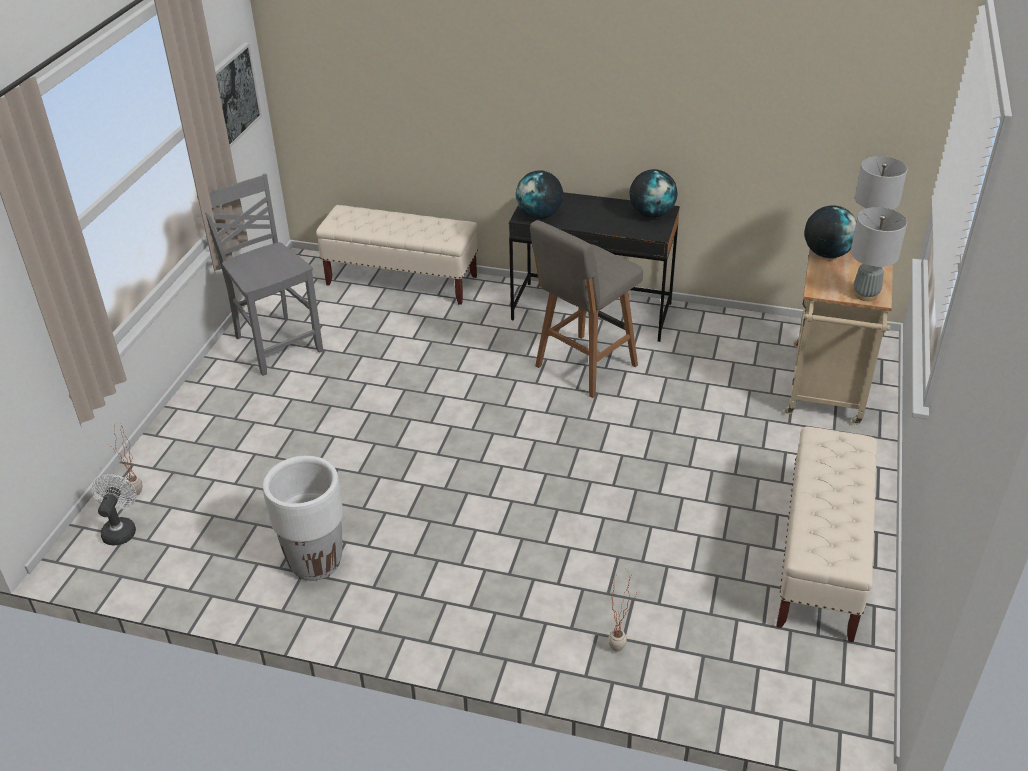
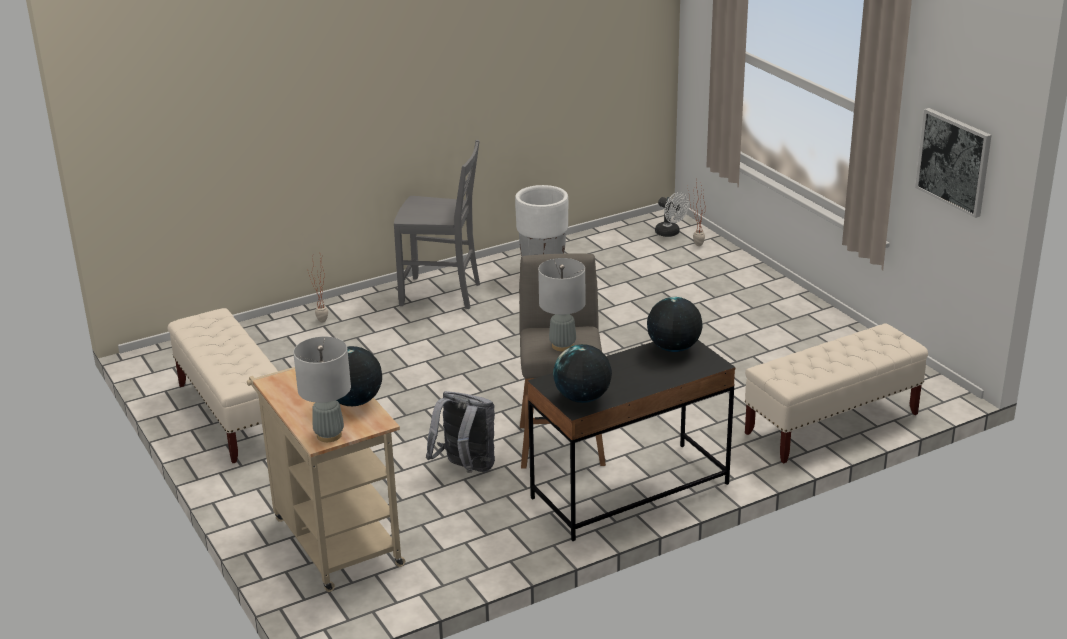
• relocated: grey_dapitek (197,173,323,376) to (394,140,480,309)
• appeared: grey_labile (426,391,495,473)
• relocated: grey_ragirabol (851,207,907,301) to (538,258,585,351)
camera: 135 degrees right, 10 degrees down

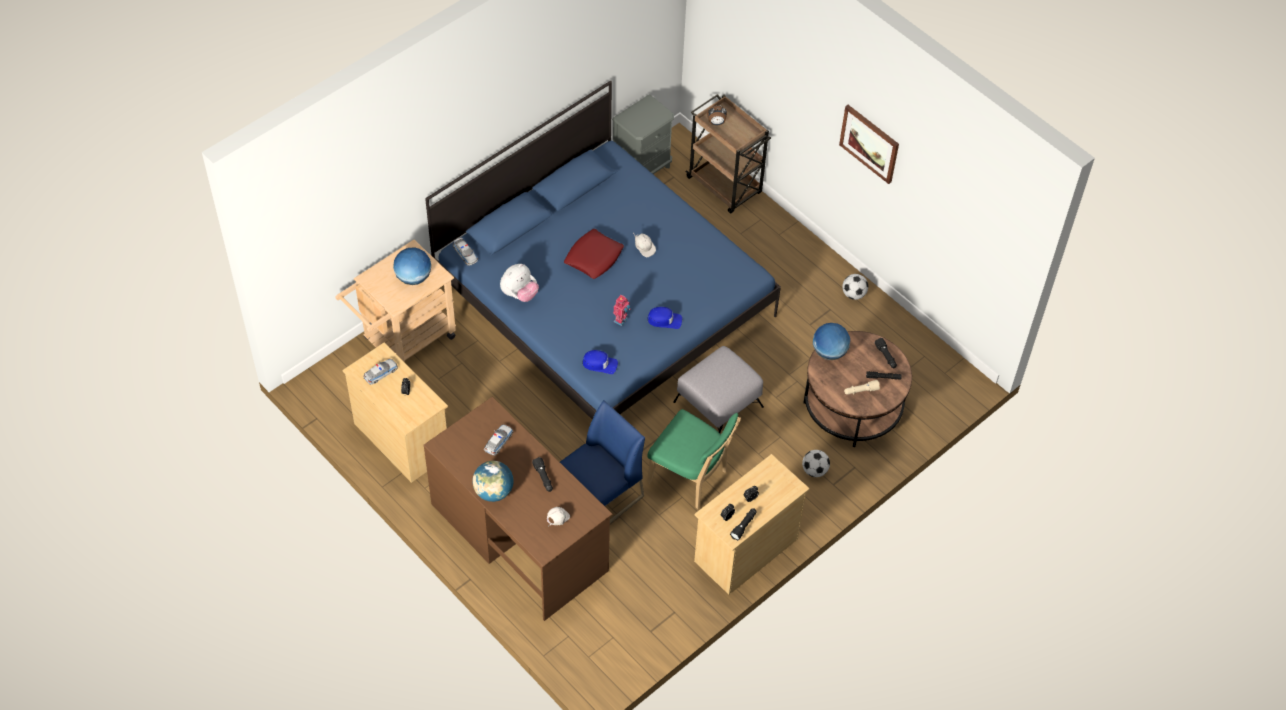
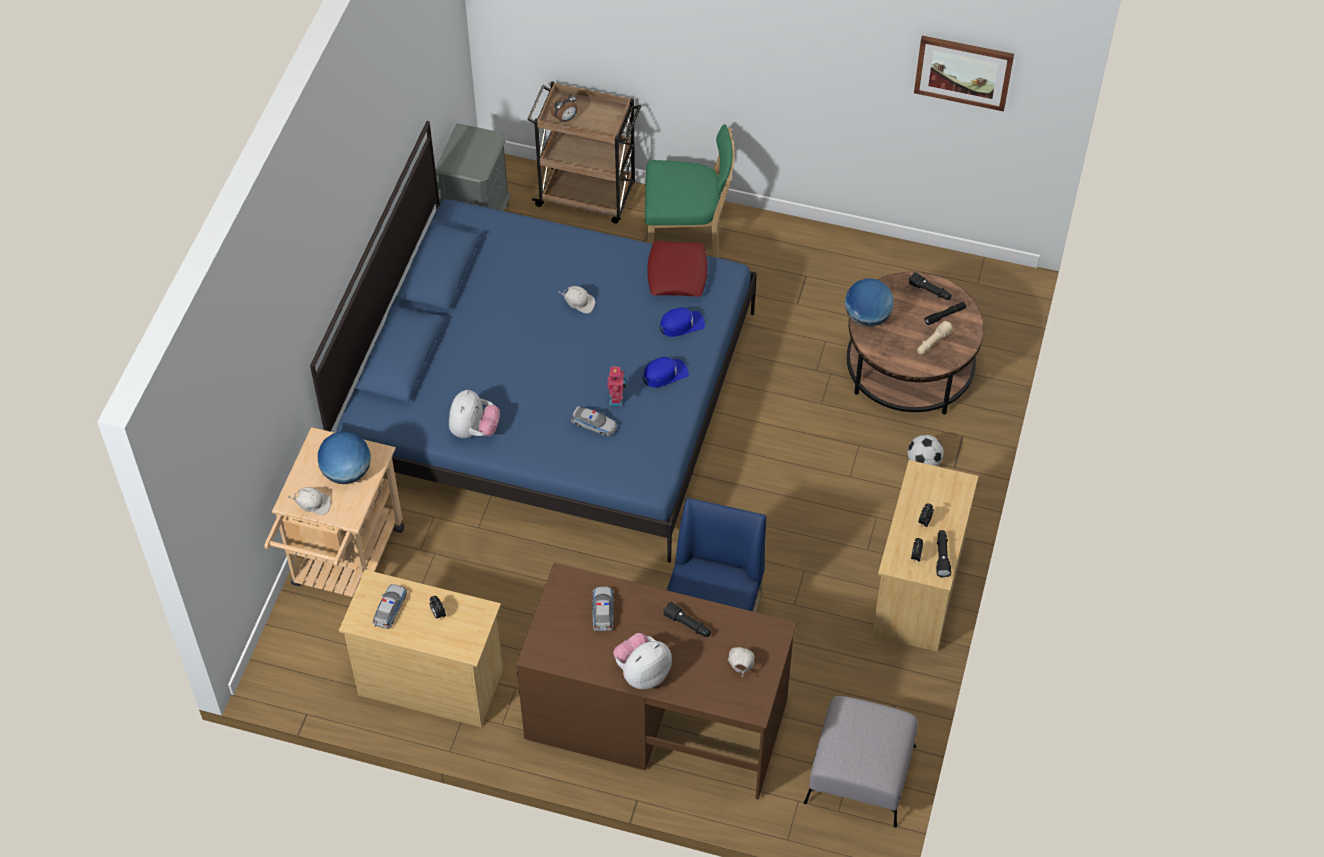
• appeared: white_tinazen (288,487,331,515)
• relocated: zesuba (453,238,478,266) to (571,406,617,436)
• exchanged: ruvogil (472,461,514,502) to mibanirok (613,633,672,689)
• relocated: green_dapitek (647,409,741,509) to (645,124,735,258)
• relocated: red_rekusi (564,229,624,279) to (648,240,708,297)
• relocated: blue_tinazen (582,350,618,374) to (660,307,705,337)
• relocated: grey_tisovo (673,346,764,433) to (804,696,918,828)
• relocated: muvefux (839,105,899,184) to (914,36,1014,112)
• missing: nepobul (842,274,868,300)
camera: 30 degrees left, 0 degrees up

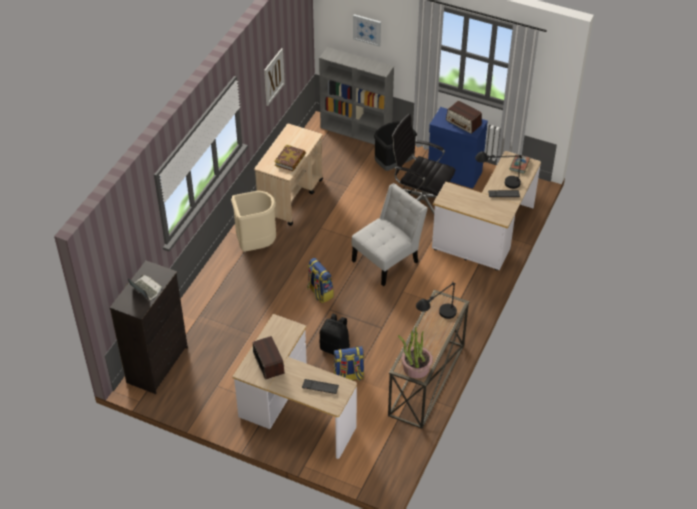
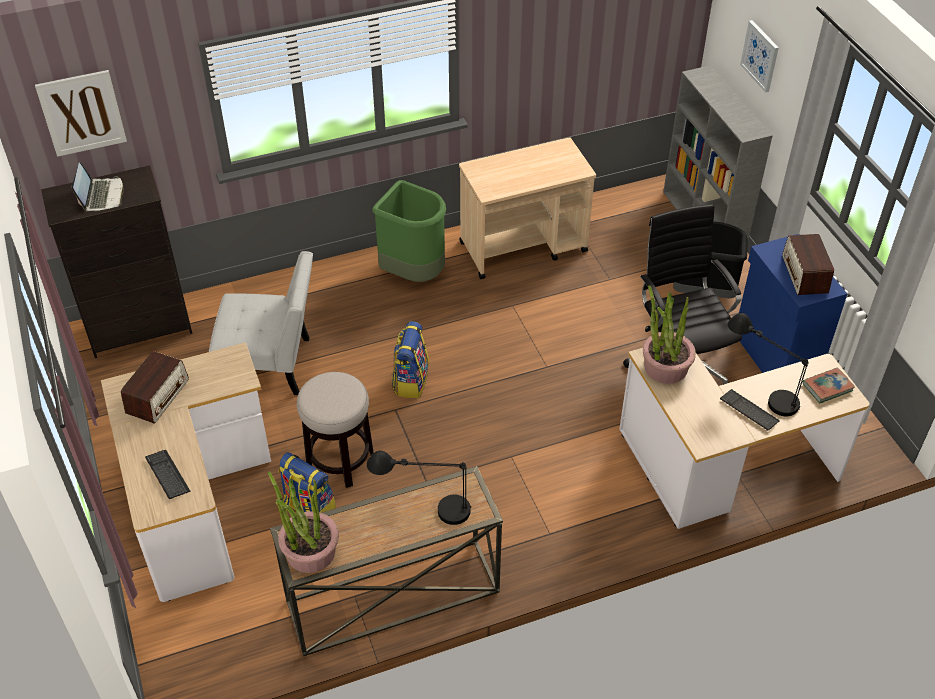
• relocated: muvefux (264,48,285,106) to (35,70,127,157)
• relocated: white_dapitek (352,183,428,286) to (209,251,313,395)
• exchanged: black_labile (319,313,350,355) to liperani (297,372,374,488)
• colour: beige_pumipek (231,191,276,252) to green_pumipek (372,180,446,282)
• appeared: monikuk (643,285,696,384)
• missing: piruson (274,145,306,171)
camera: 45 degrees right, 0 degrees up

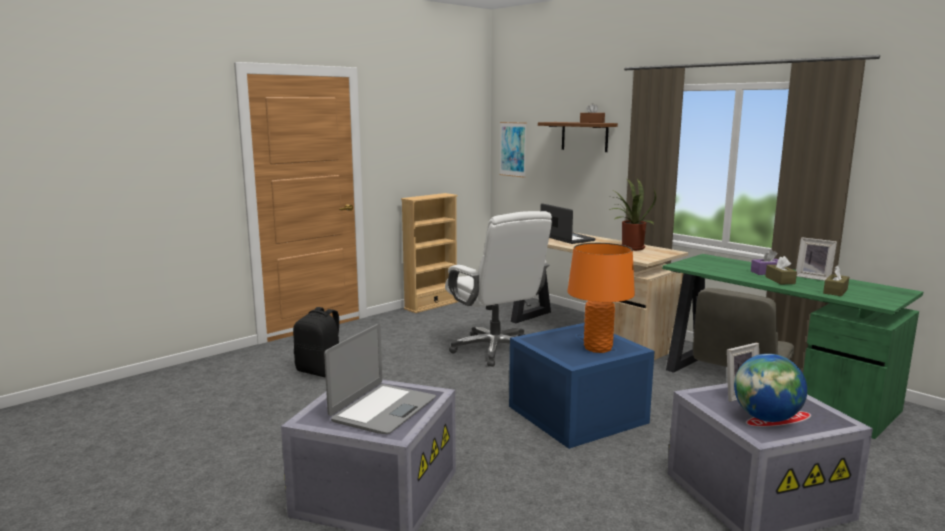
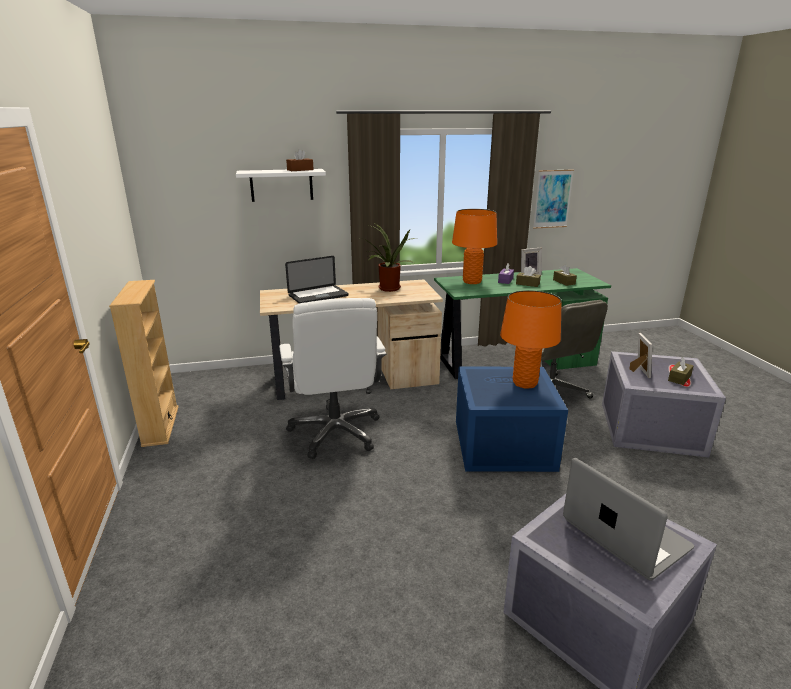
• colour: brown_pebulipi (538,122,618,152) to white_pebulipi (236,169,326,202)
• spun: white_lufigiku (445,211,552,367) = (279,298,386,459) 75 degrees clockwise
• spun: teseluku (540,203,595,244) = (285,256,349,303) 150 degrees clockwise
• appeared: orange_ragirabol (452,209,497,284)
• relocated: muvefux (500,122,527,178) to (533,169,574,229)
• exchanged: ruvogil (734,354,807,422) to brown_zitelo (668,357,694,385)
• missing: black_labile (293,307,339,377)
camera: 60 degrees left, 10 degrees up

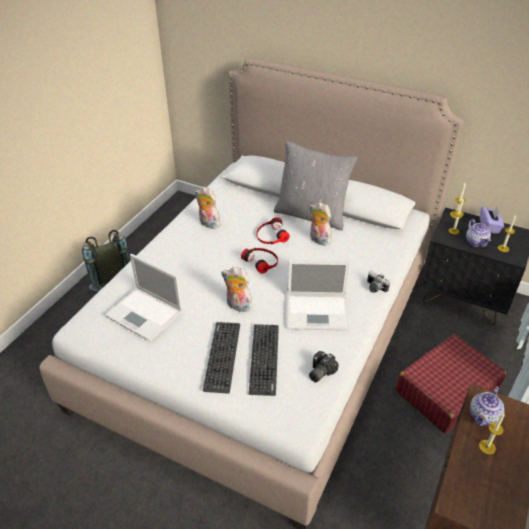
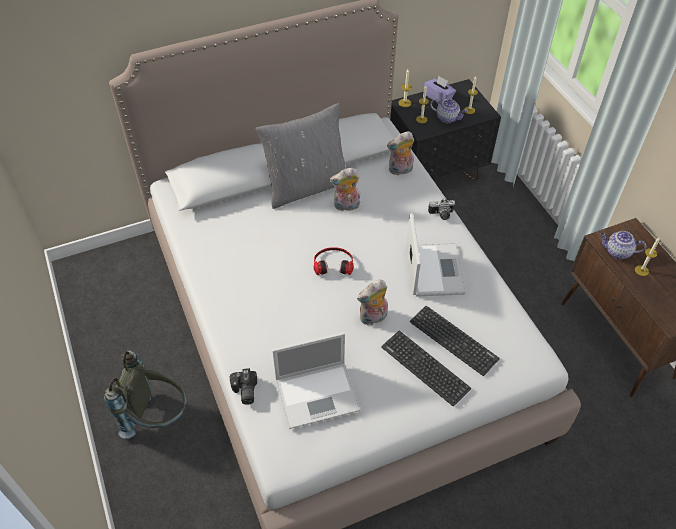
• relocated: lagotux (309,351,339,382) to (230,368,257,405)
• relocated: mibanirok (195,187,220,229) to (387,131,414,175)
• spun: teseluku (287,260,350,331) = (406,213,466,297) 45 degrees counterclockwise
• spun: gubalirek (470,386,504,426) = (600,231,646,259) 120 degrees clockwise
• missing: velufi (256,217,290,244)
• missing: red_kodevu (396,334,506,433)
camera: 50 degrees left, 10 degrees up

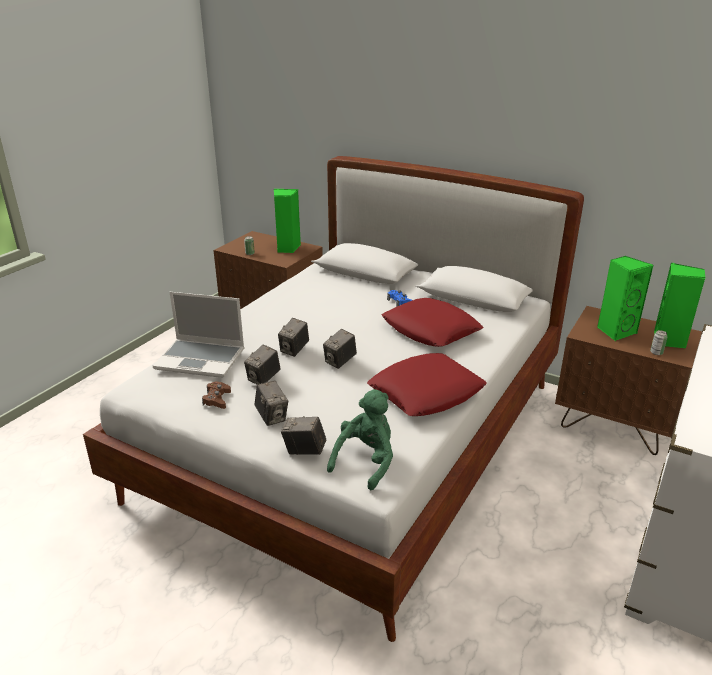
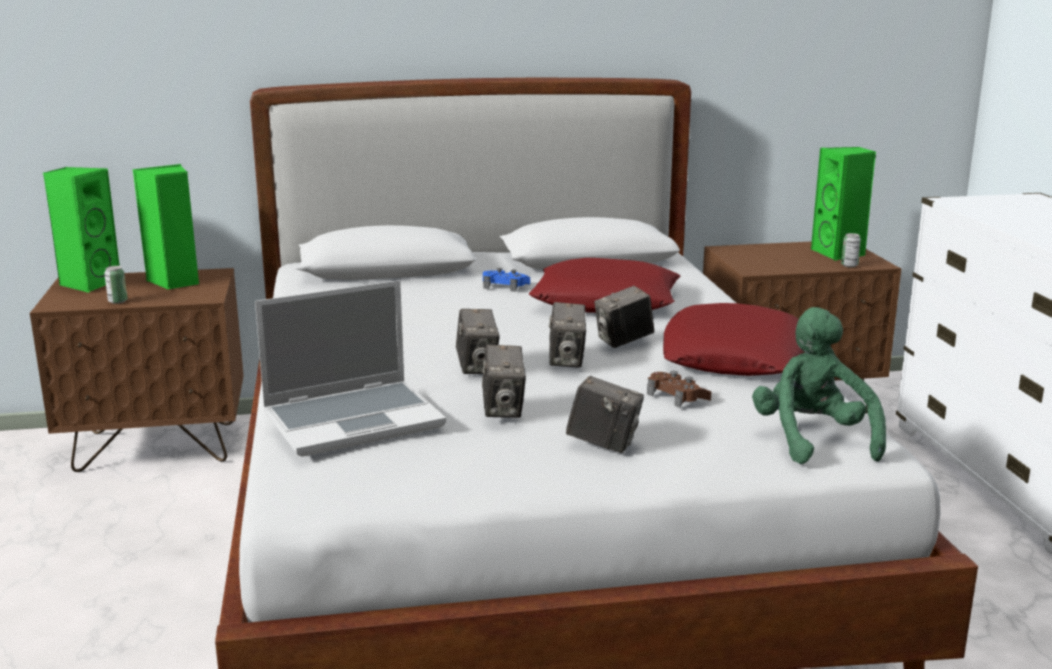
• relocated: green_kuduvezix (597,256,653,341) to (43,167,120,293)
• relocated: lagotux (281,416,326,455) to (594,285,654,348)
• relocated: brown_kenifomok (202,382,231,409) to (647,371,711,408)
camera: 40 degrees left, 10 degrees down

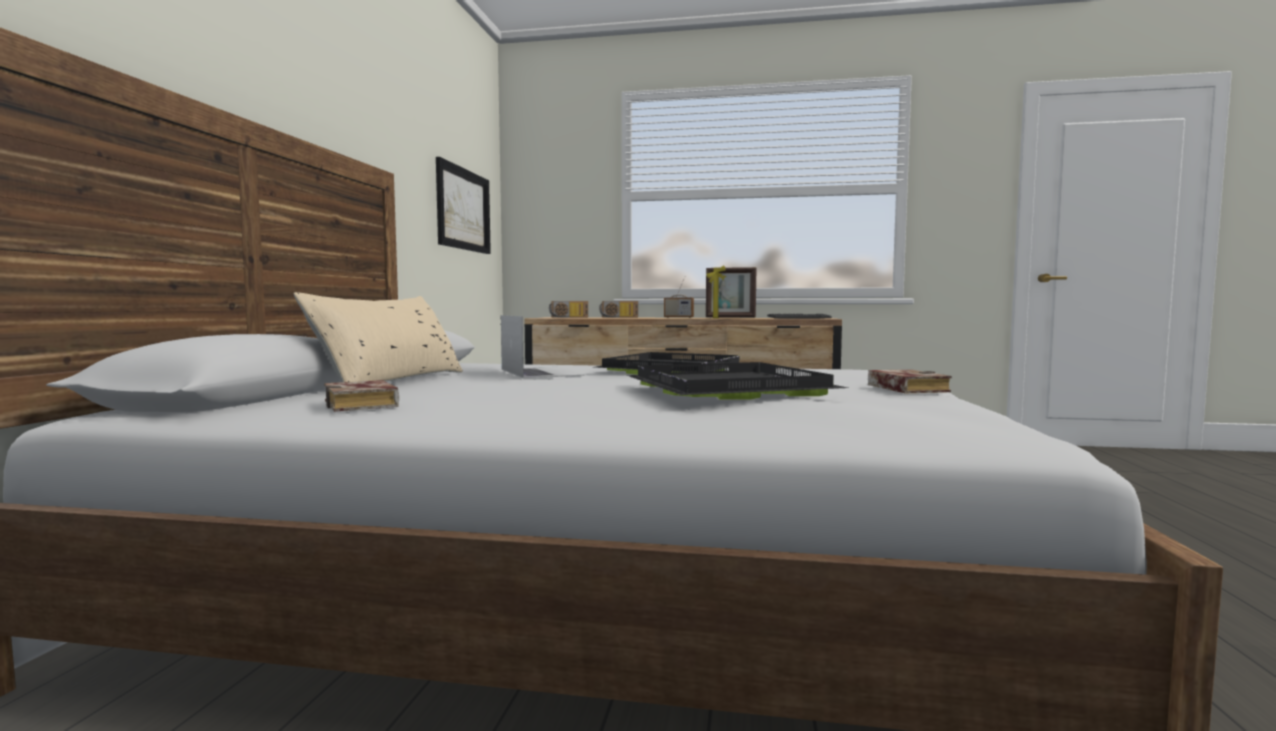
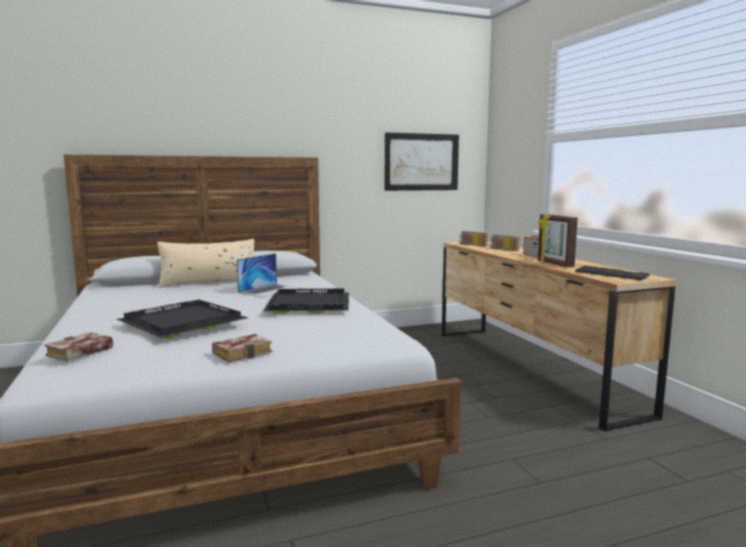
• relocated: piruson (324,380,399,412) to (44,332,113,362)
camera: 60 degrees right, 5 degrees up

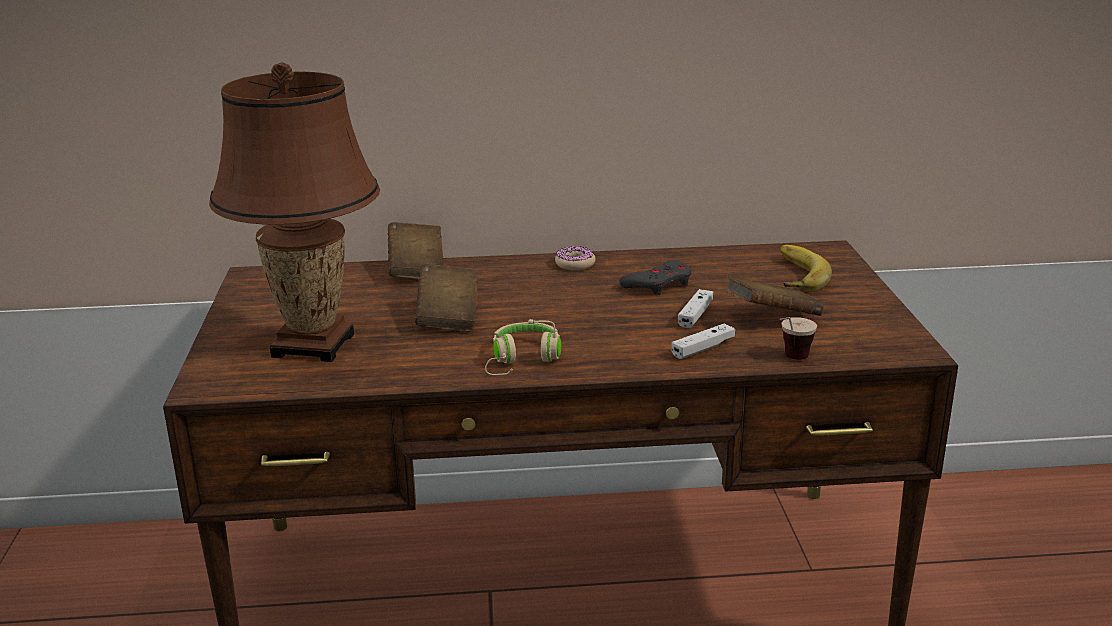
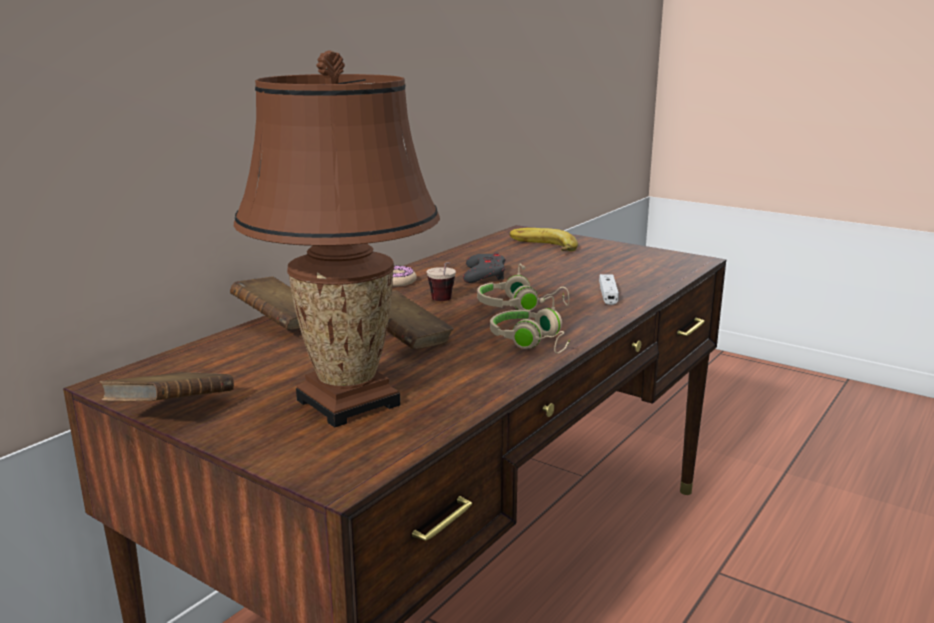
• relocated: brown_piruson (726,277,824,316) to (100,372,234,401)
• relocated: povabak (780,317,817,360) to (427,262,456,301)
• appeared: beige_velufi (477,264,569,311)
• missing: white_kenifomok (678,289,713,328)
camera: 50 degrees left, 5 degrees down

